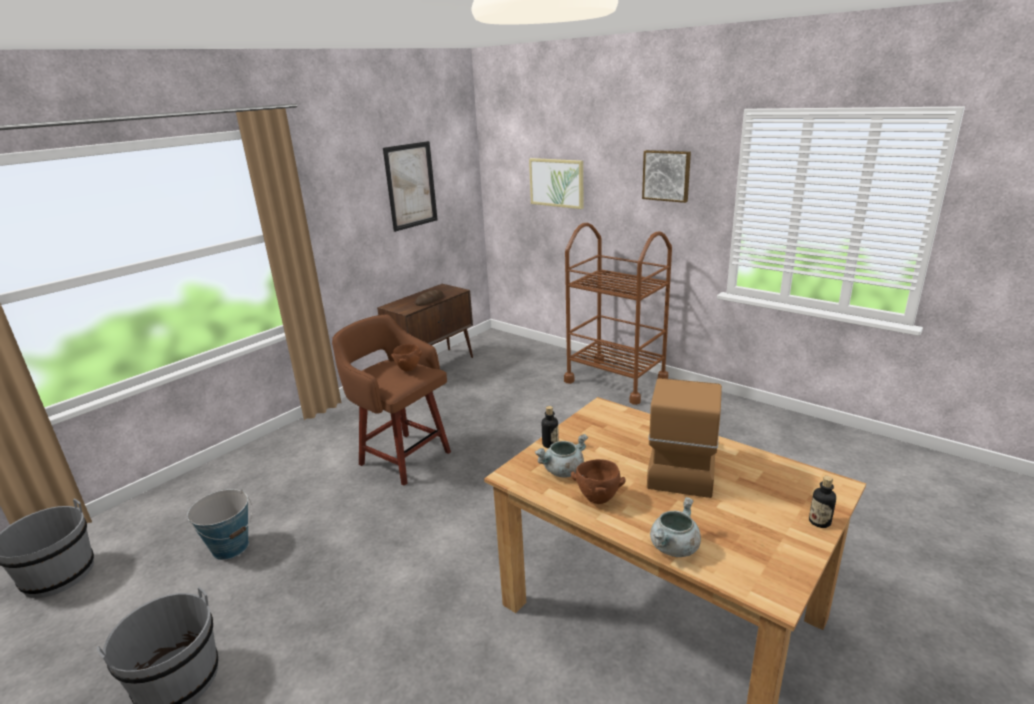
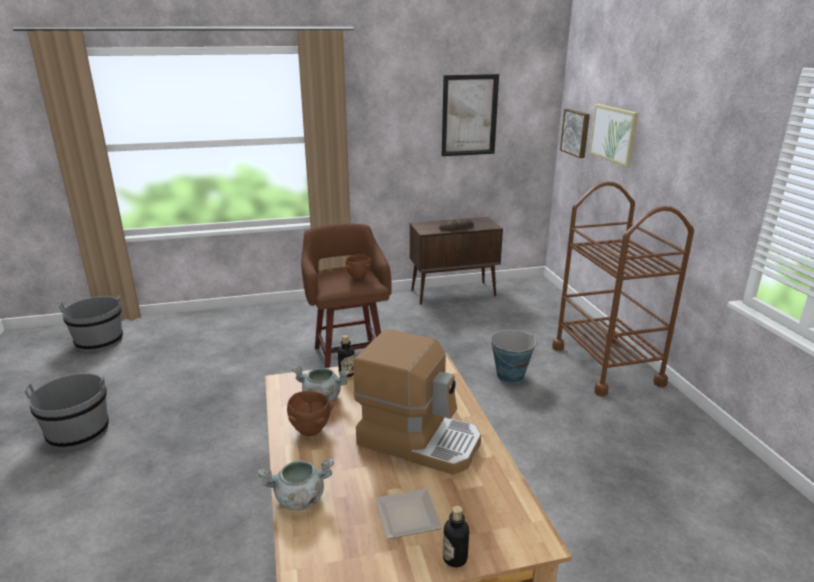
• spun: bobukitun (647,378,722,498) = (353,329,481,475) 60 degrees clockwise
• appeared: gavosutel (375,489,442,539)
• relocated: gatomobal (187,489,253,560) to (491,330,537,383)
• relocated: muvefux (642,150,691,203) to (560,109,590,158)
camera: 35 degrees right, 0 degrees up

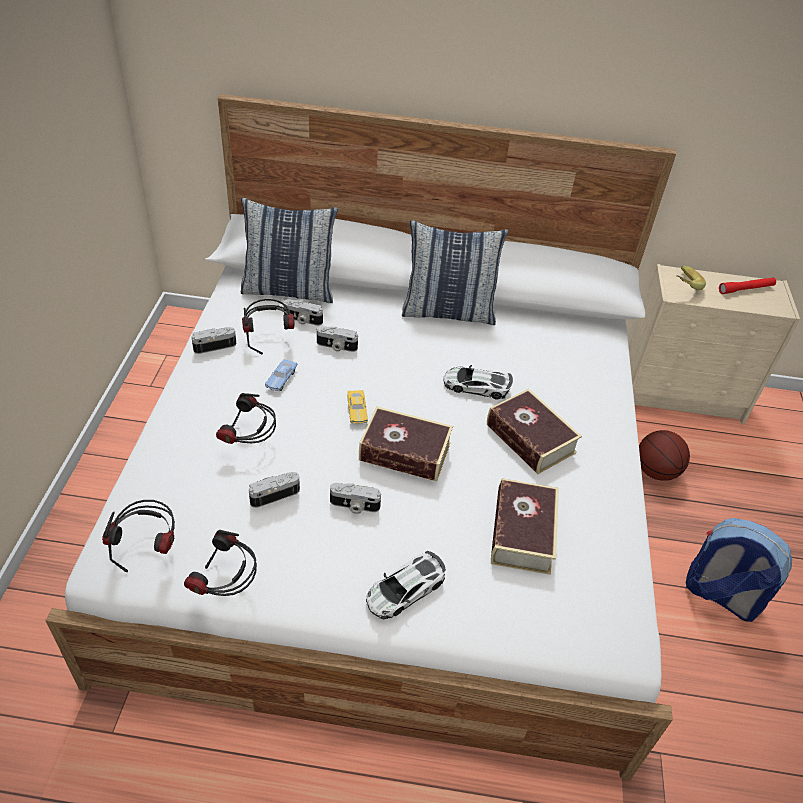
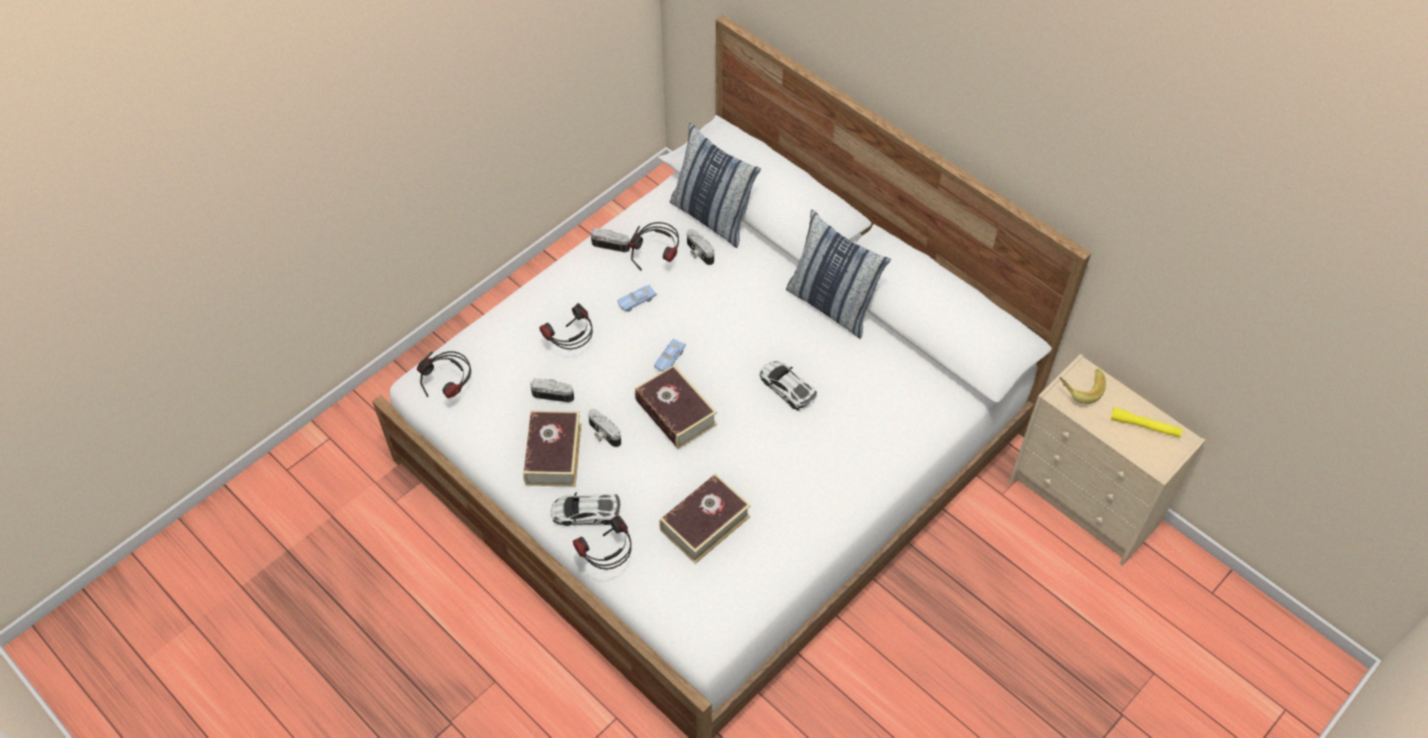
• relocated: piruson (487,389,582,474) to (523,411,581,487)
• relocated: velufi (184,530,257,596) to (573,515,632,570)
• colour: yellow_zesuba (347,390,368,424) to blue_zesuba (654,339,686,372)
• colour: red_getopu (719,277,776,294) to yellow_getopu (1111,407,1183,438)
• missing: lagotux (317,326,358,352)
• missing: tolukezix (639,430,690,481)
• missing: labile (686,518,792,622)
camera: 40 degrees right, 10 degrees up

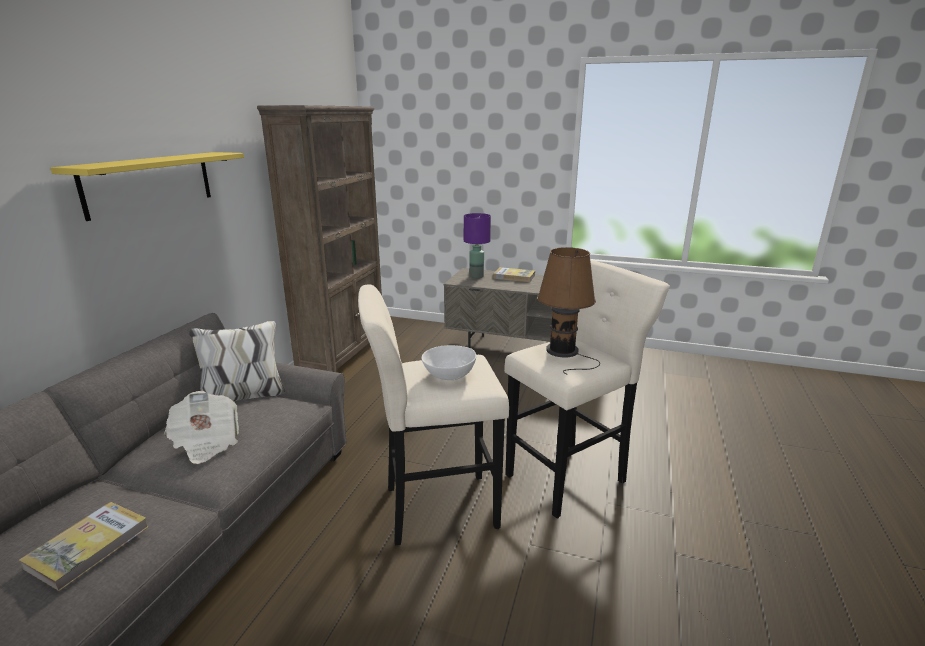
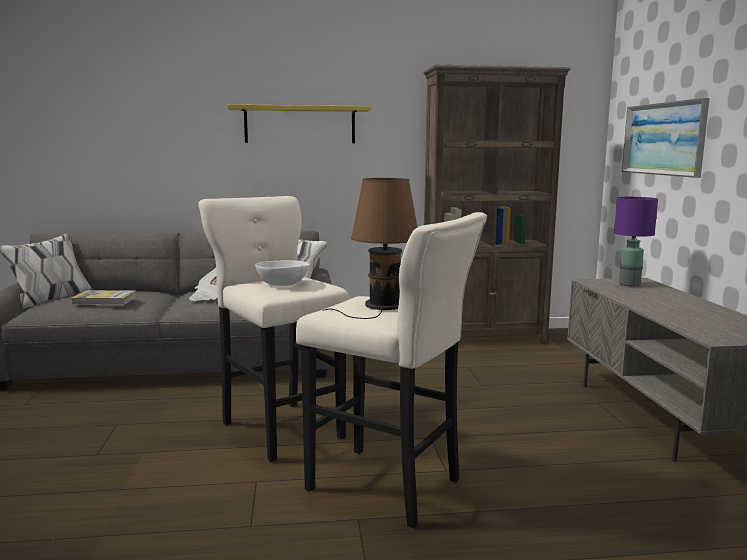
• appeared: muvefux (622,98,709,178)
• missing: piruson (493,267,535,282)
camera: 65 degrees right, 10 degrees down

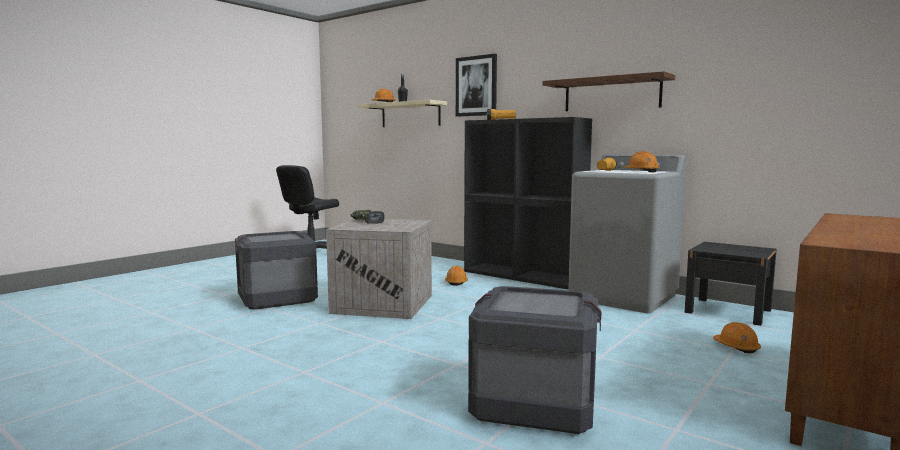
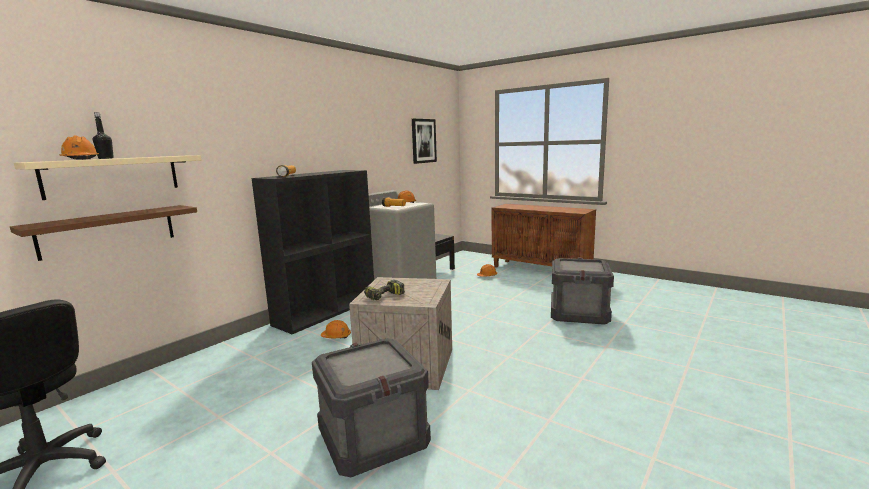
• relocated: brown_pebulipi (542,71,675,111) to (10,205,197,261)
• relocated: muvefux (456,54,497,117) to (412,119,437,164)
camera: 90 degrees left, 5 degrees up

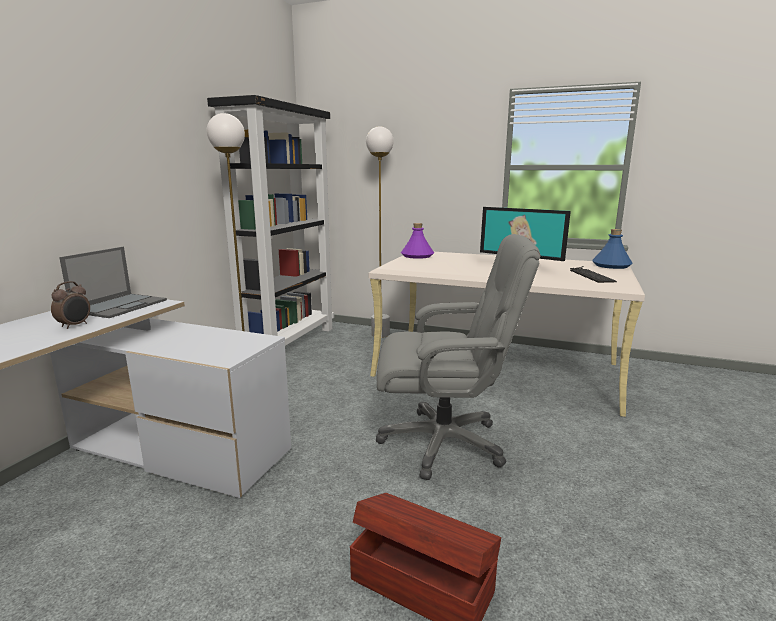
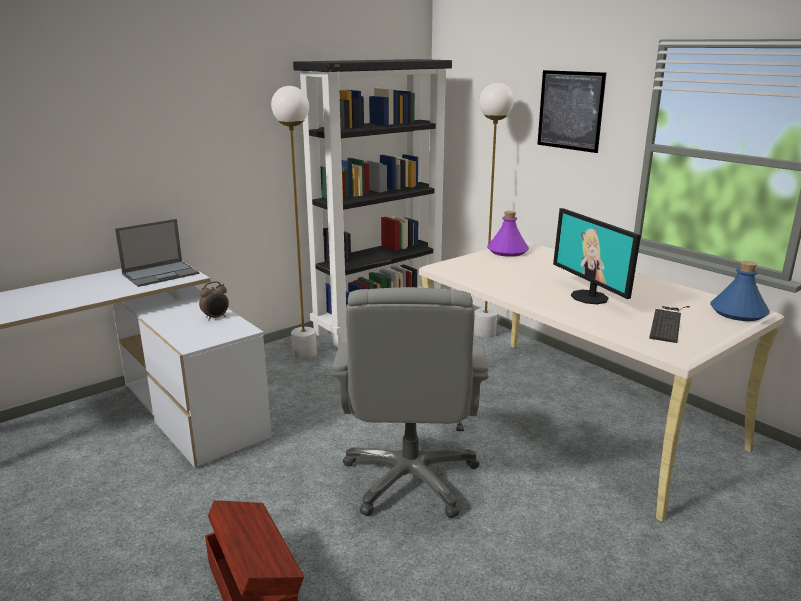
• relocated: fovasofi (51,281,90,329) to (199,281,229,320)
• spun: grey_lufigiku (376,234,540,480) = (332,287,488,518) 60 degrees clockwise
• appeared: muvefux (537,70,606,153)
camera: 30 degrees right, 5 degrees up

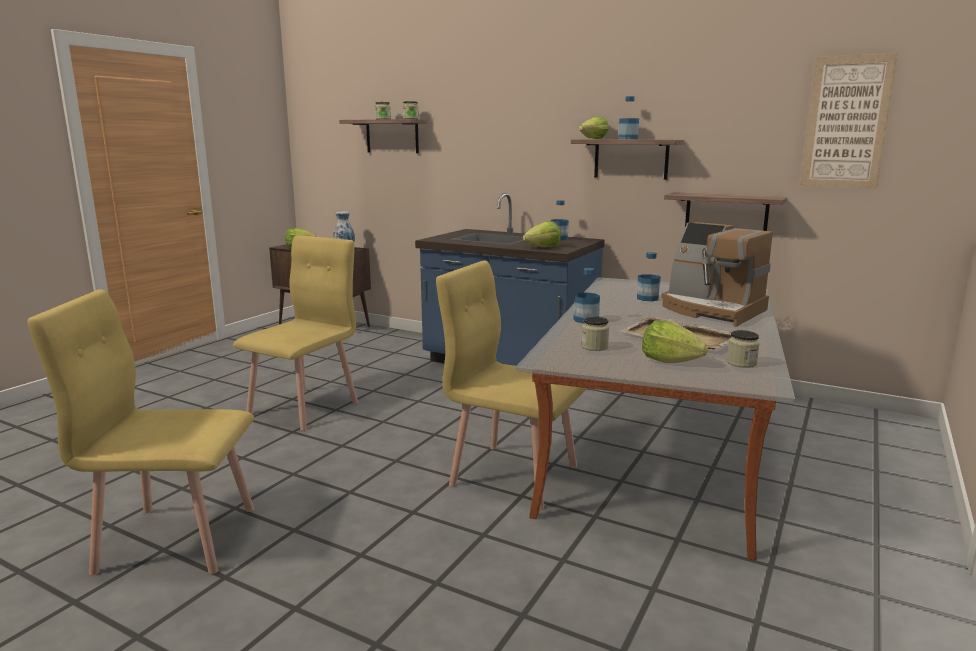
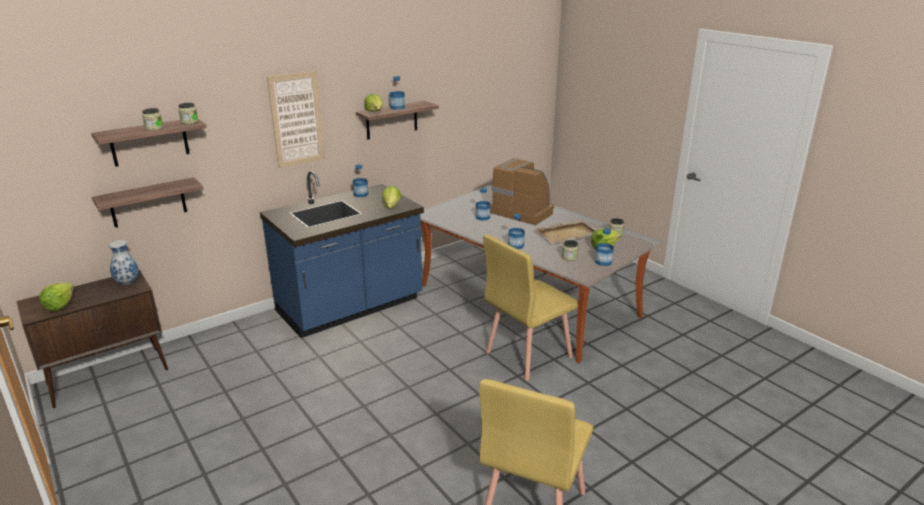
• relocated: pebulipi (664,192,787,231) to (92,177,203,227)
• relocated: muvefux (800,53,898,188) to (267,71,325,168)
• spun: bobukitun (661,222,773,327) = (490,158,554,225) 120 degrees counterclockwise
• appeared: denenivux (595,228,614,266)
• missing: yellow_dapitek (233,235,358,430)
camera: 65 degrees left, 10 degrees up

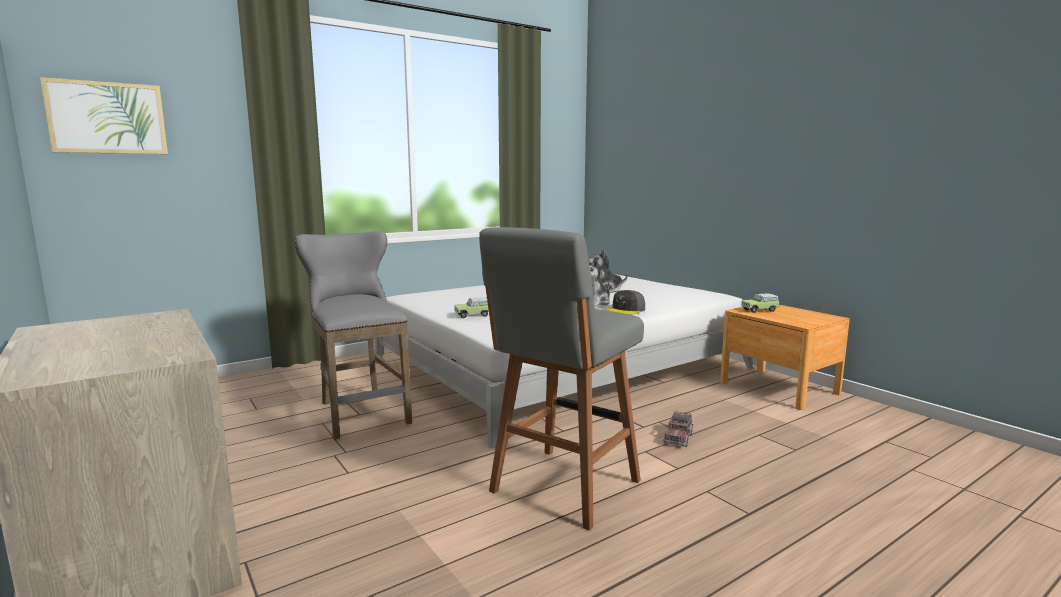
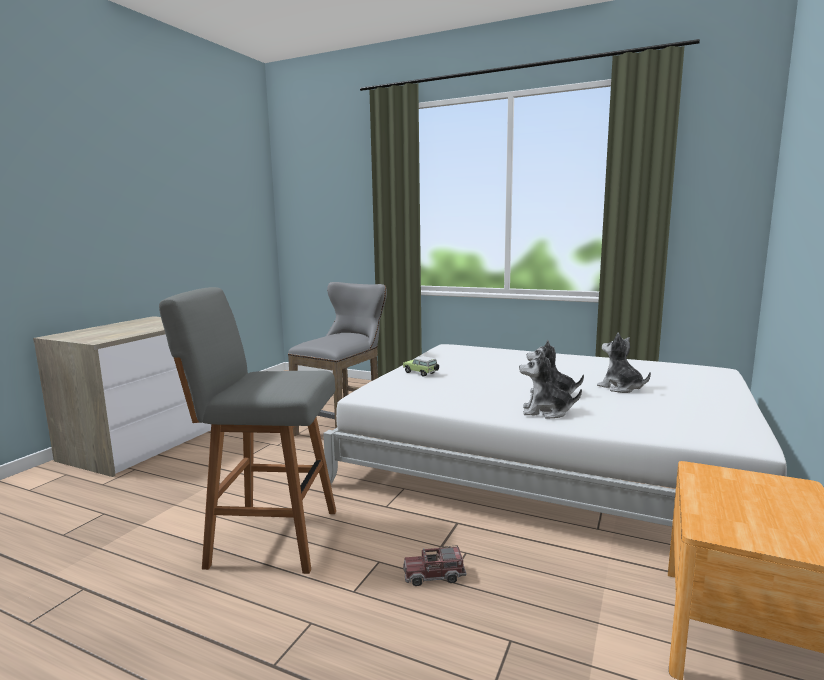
• exchanged: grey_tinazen (606,290,645,315) to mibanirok (519,351,582,419)
• missing: muvefux (40,77,168,154)
• missing: zesuba (741,293,780,313)
camera: 60 degrees right, 0 degrees up

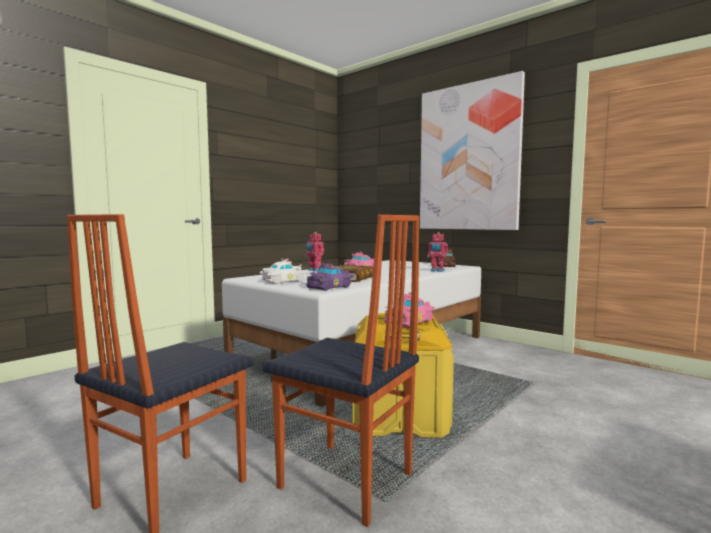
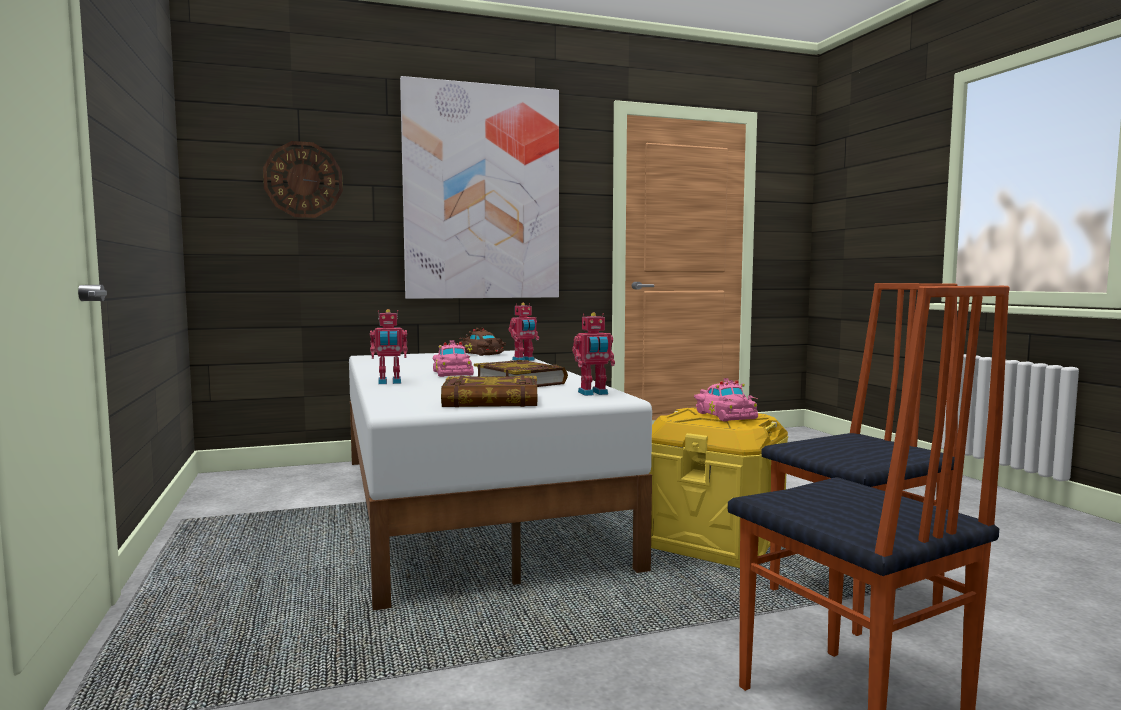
• appeared: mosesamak (263,141,343,218)
• exchanged: white_zesuba (260,258,305,284) to piruson (441,375,537,407)
• exchanged: purple_zesuba (306,262,353,291) to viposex (572,312,615,396)
camera: 60 degrees left, 0 degrees up

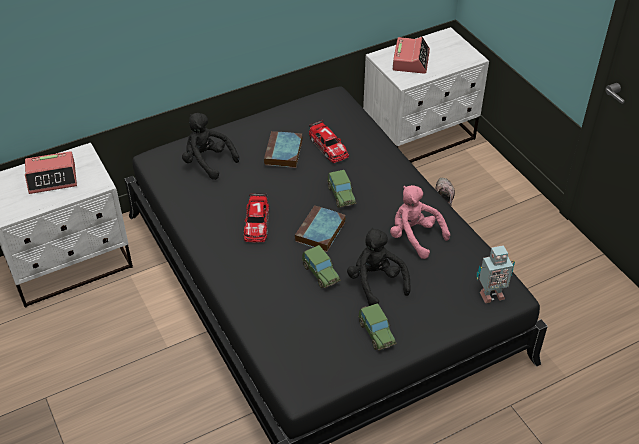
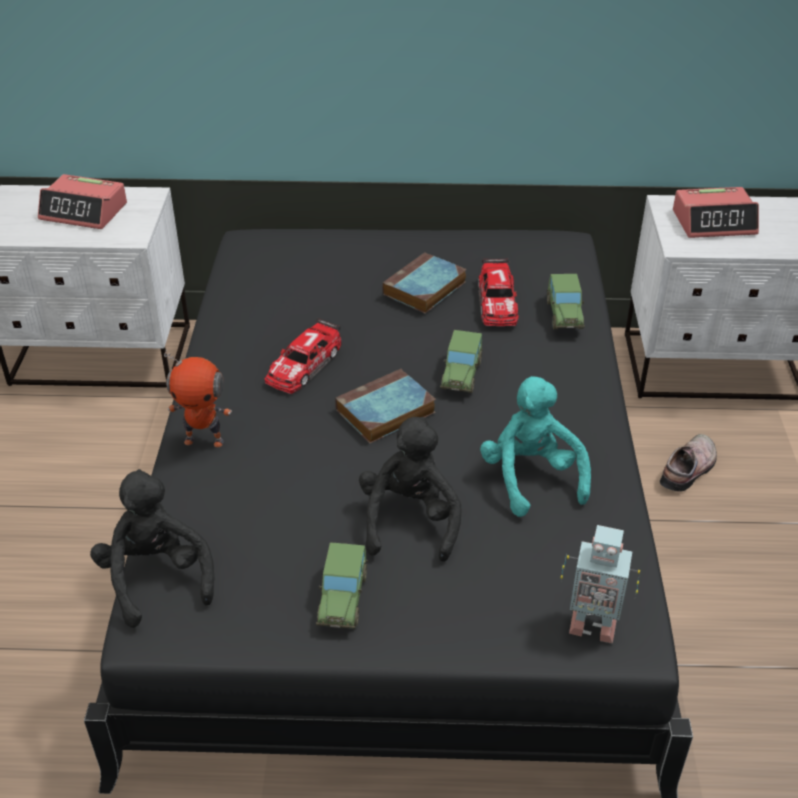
• relocated: black_mibanirok (182,113,239,180) to (90,469,214,628)
• appeared: viposex (164,350,232,447)
• colour: pink_mibanirok (390,185,450,259) to turquoise_mibanirok (480,376,591,517)
• relocated: zesuba (302,245,341,288) to (547,274,585,329)
• spun: fovasofi (393,37,430,74) = (673,187,759,238) 45 degrees clockwise
camera: 30 degrees right, 5 degrees down

